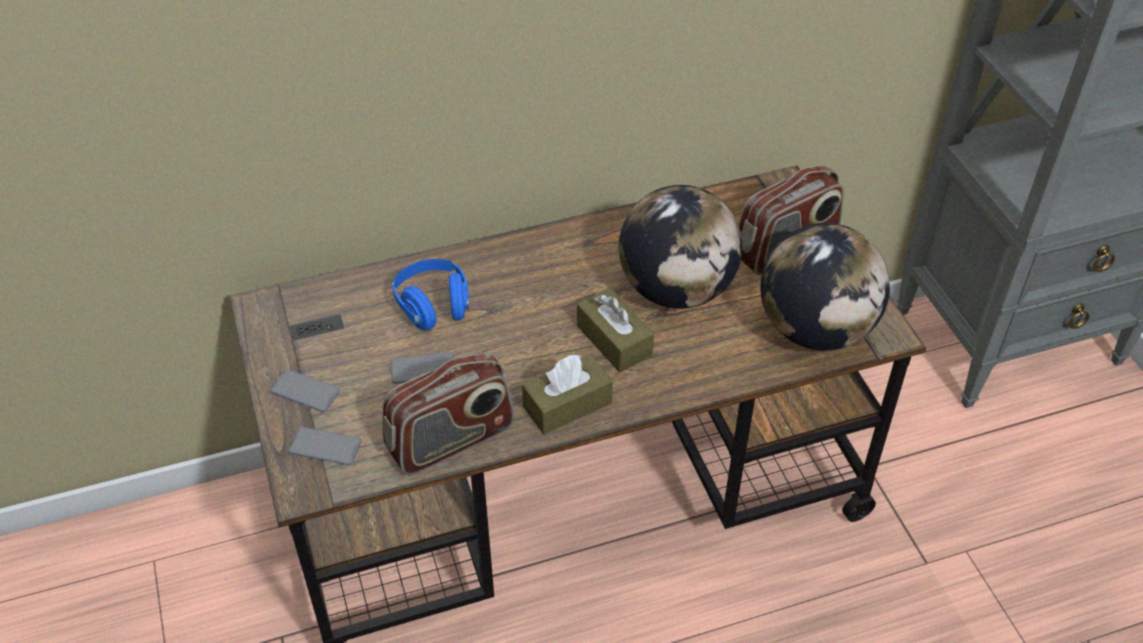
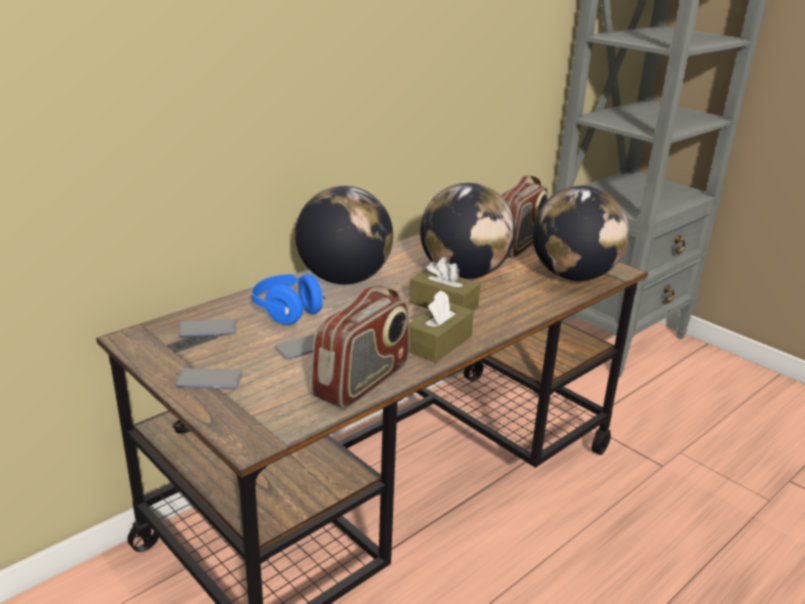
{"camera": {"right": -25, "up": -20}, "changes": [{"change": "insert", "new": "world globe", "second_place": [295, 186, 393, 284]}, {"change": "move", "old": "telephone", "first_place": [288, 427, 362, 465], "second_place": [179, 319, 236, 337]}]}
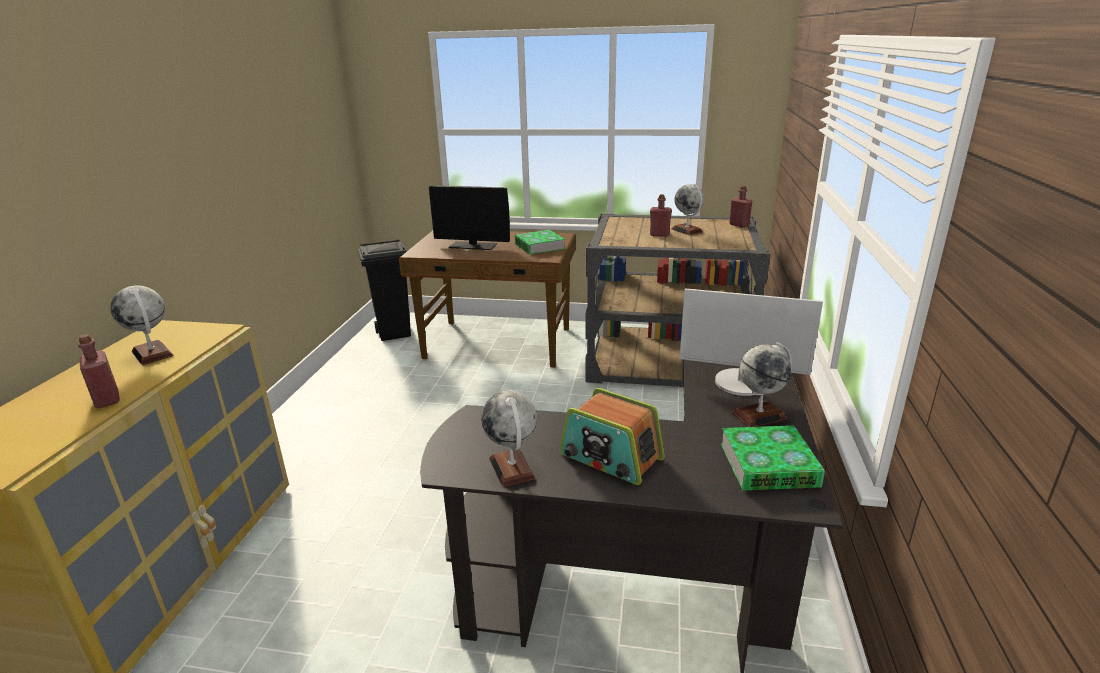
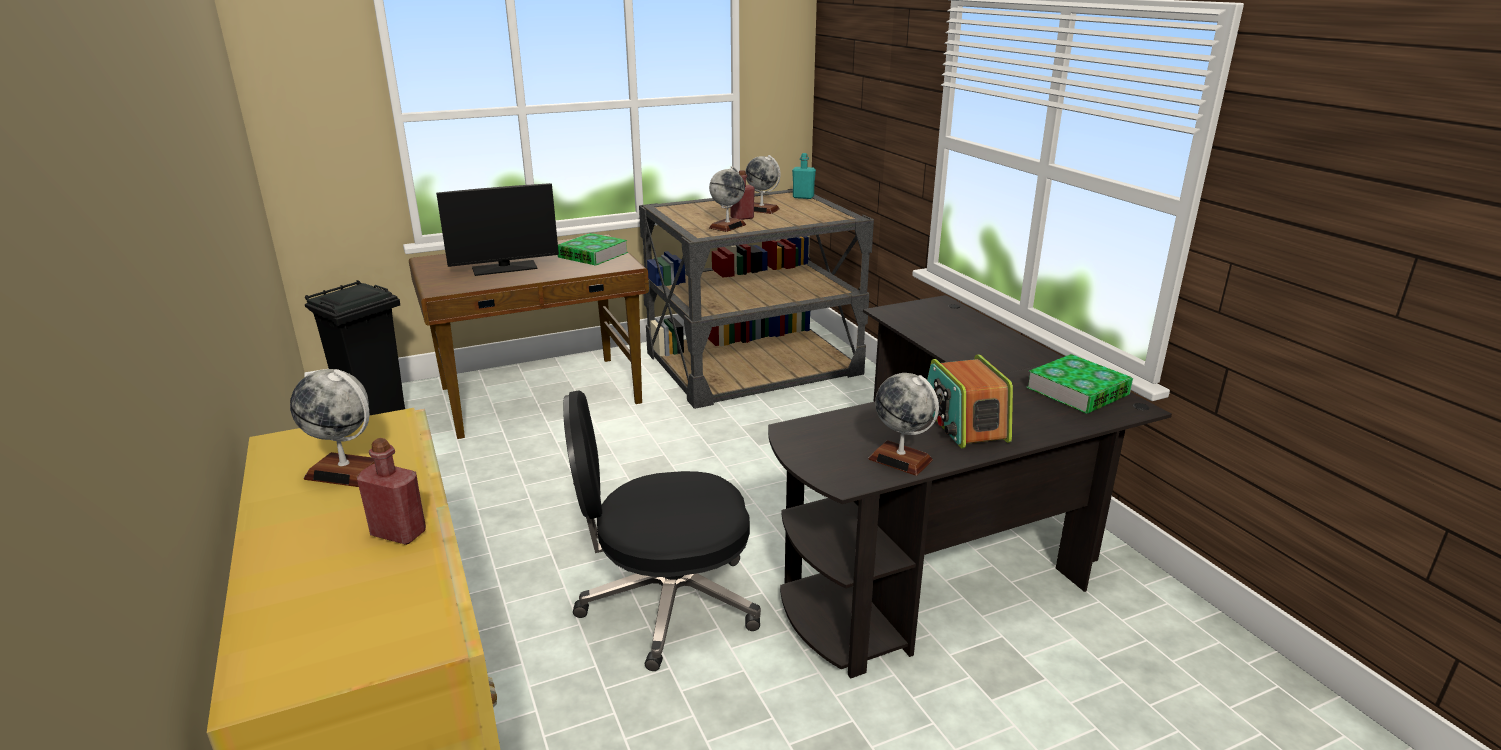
{"camera": {"right": -35, "up": 0}, "changes": [{"change": "delete", "old": "computer screen", "first_place": [680, 288, 823, 396]}, {"change": "insert", "new": "blackish desk chair", "second_place": [563, 390, 761, 671]}, {"change": "move", "old": "world globe", "first_place": [732, 342, 792, 427], "second_place": [709, 166, 746, 232]}, {"change": "recolor", "old": "red-coloured beverage bottle", "new": "turquoise beverage bottle", "first_place": [729, 186, 753, 227], "second_place": [792, 153, 816, 199]}, {"change": "rotate", "old": "radio set", "first_place": [559, 388, 665, 485], "second_place": [927, 355, 1013, 448], "degrees": 75}]}
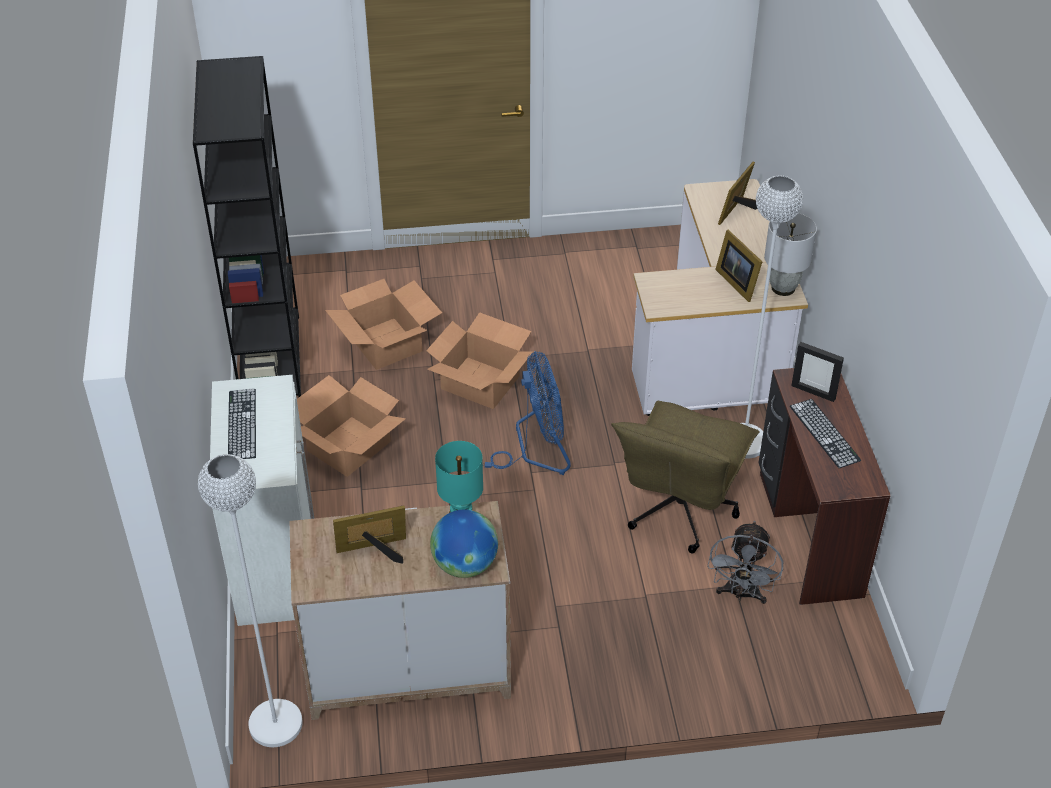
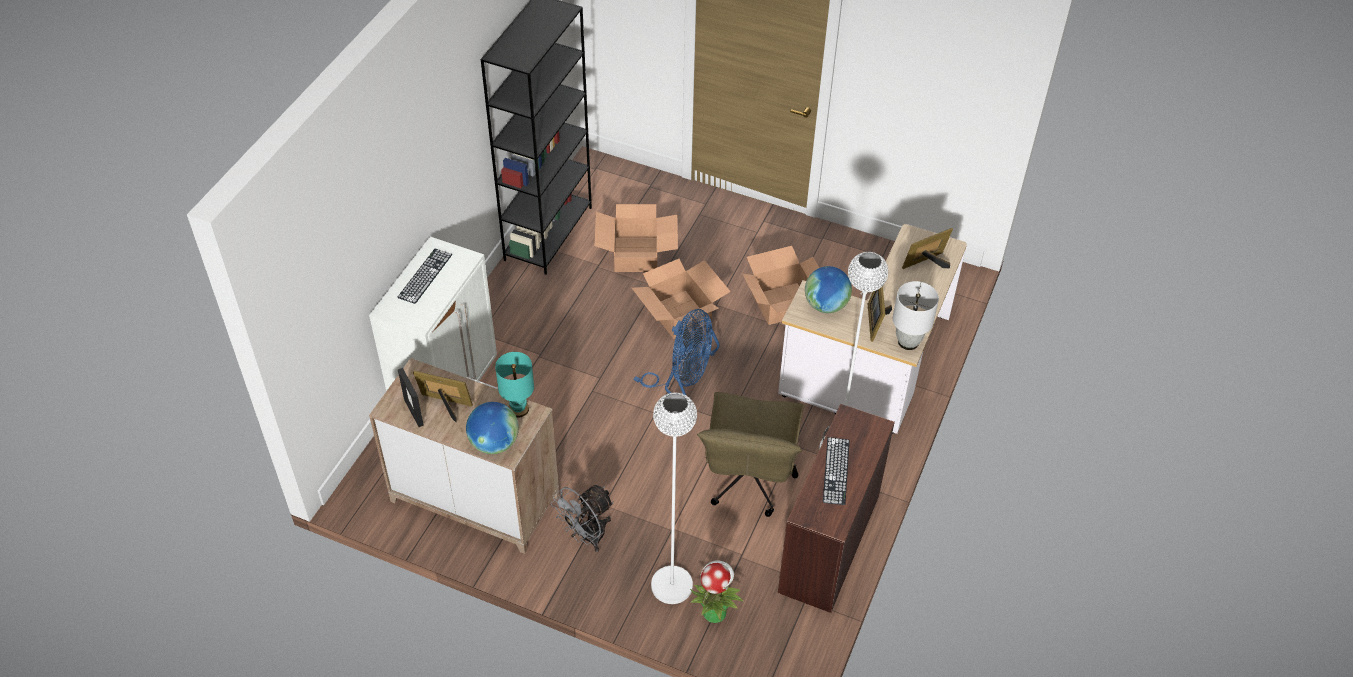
{"camera": {"right": 30, "up": 5}, "changes": [{"change": "insert", "new": "plant in a pot", "second_place": [690, 561, 743, 623]}, {"change": "insert", "new": "world globe", "second_place": [805, 266, 852, 313]}, {"change": "move", "old": "whitish standing lamp", "first_place": [198, 454, 303, 747], "second_place": [651, 393, 697, 604]}, {"change": "move", "old": "carton", "first_place": [297, 375, 406, 477], "second_place": [743, 246, 819, 325]}, {"change": "move", "old": "grey fan", "first_place": [707, 521, 783, 604], "second_place": [551, 485, 614, 552]}, {"change": "move", "old": "photo frame", "first_place": [791, 342, 844, 402], "second_place": [398, 368, 424, 427]}, {"change": "rotate", "old": "beige desk chair", "first_place": [611, 401, 760, 553], "second_place": [697, 392, 805, 517], "degrees": -45}]}
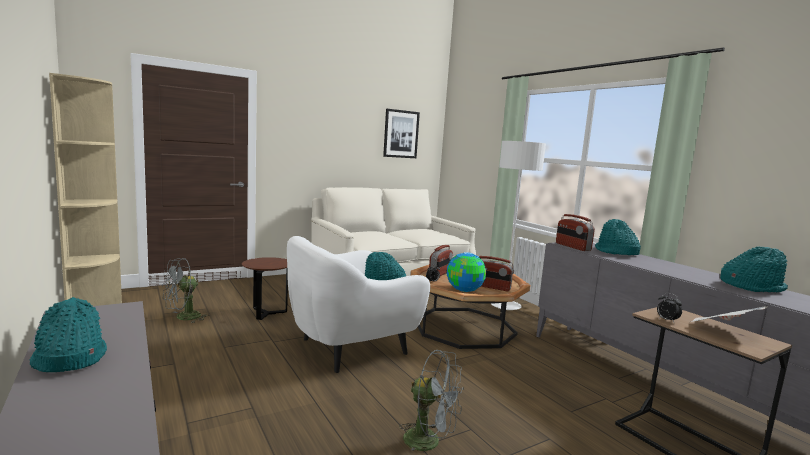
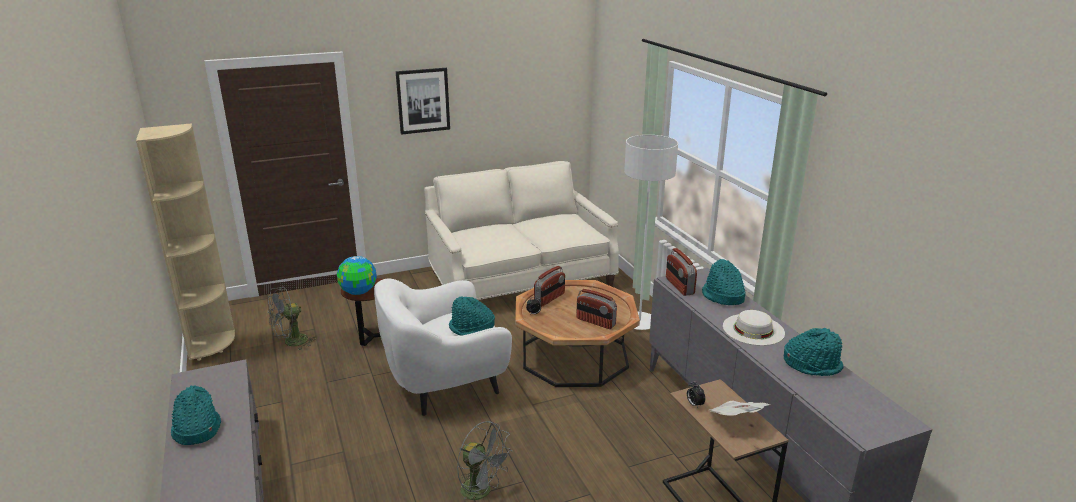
{"camera": {"right": 10, "up": 15}, "changes": [{"change": "insert", "new": "whitish hat", "second_place": [723, 310, 785, 346]}, {"change": "move", "old": "picture", "first_place": [383, 109, 420, 158], "second_place": [396, 68, 450, 135]}, {"change": "move", "old": "world globe", "first_place": [447, 252, 486, 292], "second_place": [337, 256, 377, 295]}]}
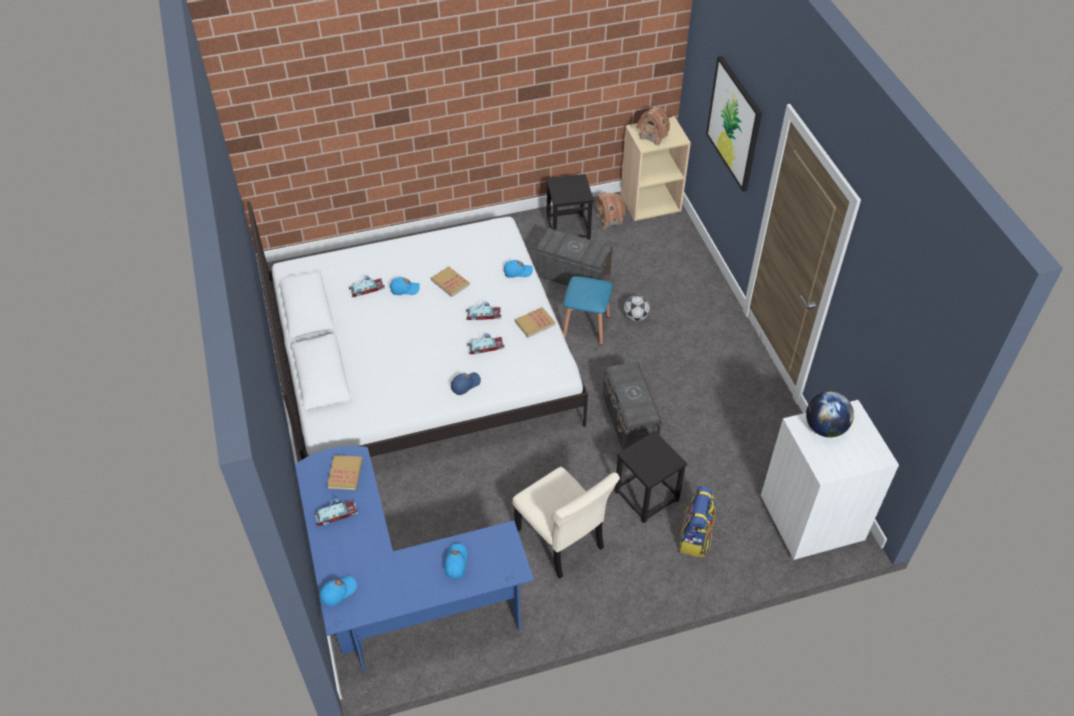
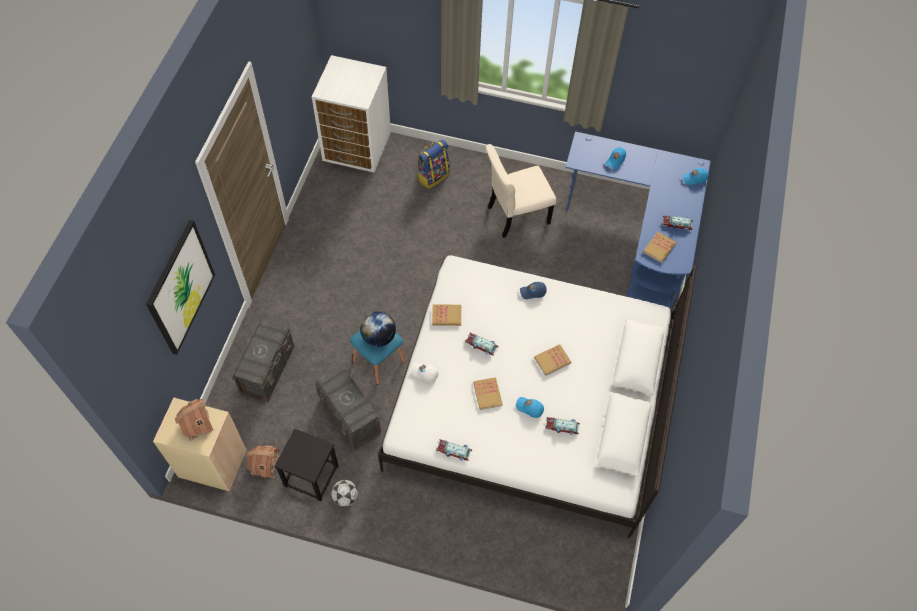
{"camera": {"right": -150, "up": 10}, "changes": [{"change": "delete", "old": "blackish stool", "first_place": [614, 431, 687, 523]}, {"change": "insert", "new": "book", "second_place": [534, 344, 571, 376]}, {"change": "move", "old": "model car", "first_place": [467, 333, 505, 355], "second_place": [436, 439, 472, 461]}, {"change": "move", "old": "grey storage container", "first_place": [603, 362, 663, 450], "second_place": [232, 320, 294, 402]}, {"change": "move", "old": "ball for football", "first_place": [624, 295, 650, 321], "second_place": [331, 480, 358, 507]}, {"change": "move", "old": "world globe", "first_place": [806, 391, 854, 437], "second_place": [361, 312, 396, 347]}, {"change": "recolor", "old": "blue-coloured peaked cap", "new": "whitish peaked cap", "first_place": [504, 260, 533, 278], "second_place": [411, 363, 438, 382]}, {"change": "rotate", "old": "beige upright chair", "first_place": [512, 467, 620, 579], "second_place": [486, 144, 556, 238], "degrees": -105}]}
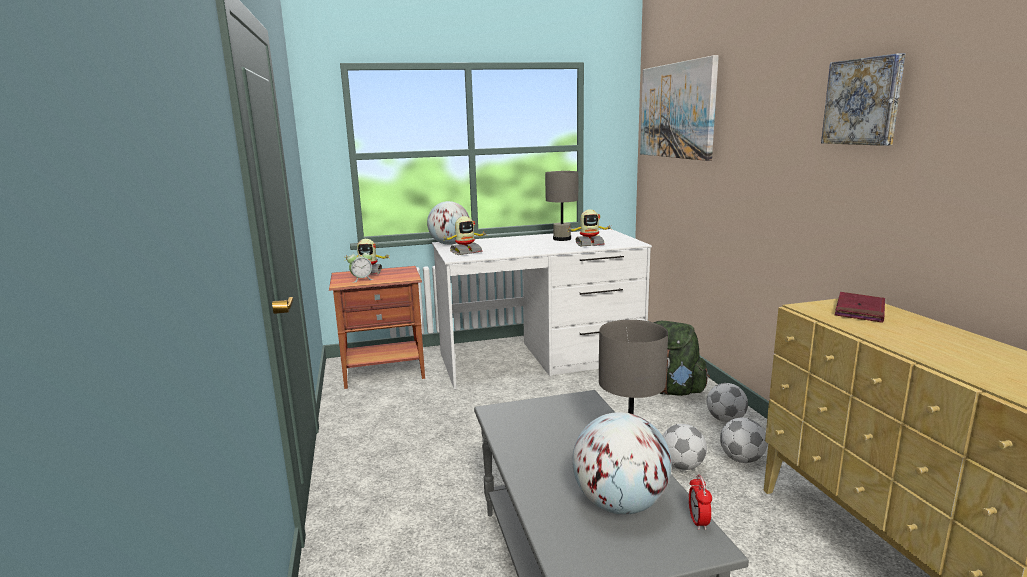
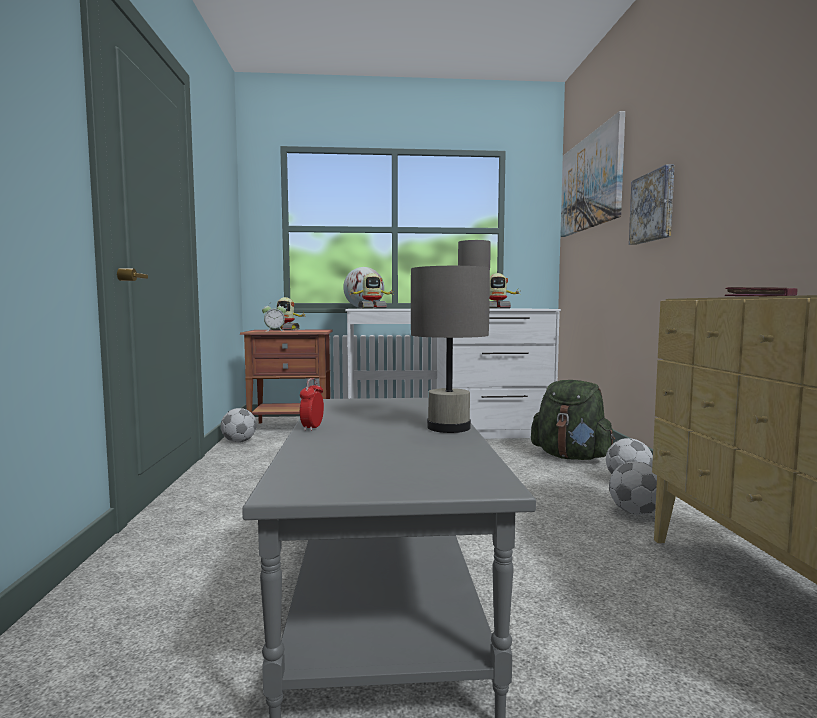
{"camera": {"right": 10, "up": -10}, "changes": [{"change": "delete", "old": "world globe", "first_place": [572, 412, 672, 515]}, {"change": "move", "old": "ball for football", "first_place": [663, 424, 707, 470], "second_place": [221, 408, 257, 443]}, {"change": "move", "old": "table clock", "first_place": [689, 475, 712, 530], "second_place": [300, 378, 324, 431]}, {"change": "move", "old": "picture", "first_place": [821, 54, 905, 146], "second_place": [629, 164, 674, 245]}]}
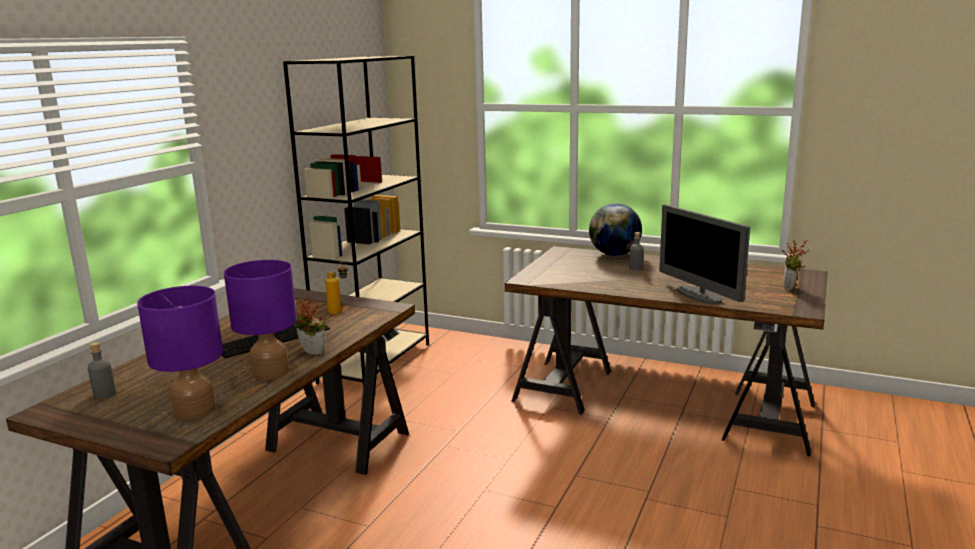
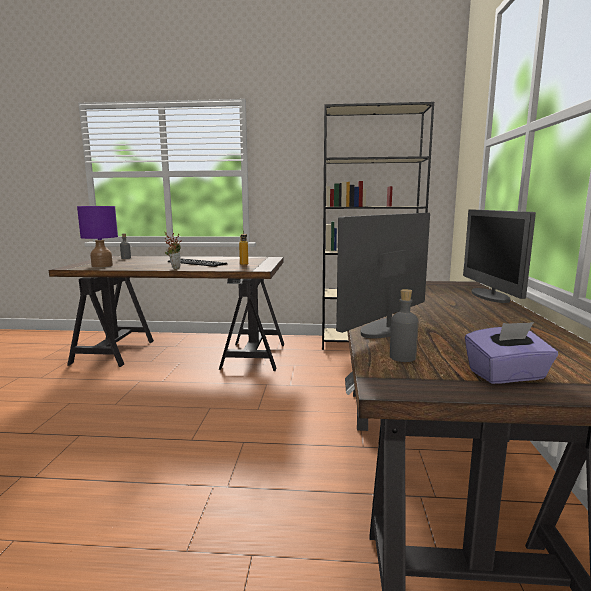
{"camera": {"right": 70, "up": -5}, "changes": [{"change": "delete", "old": "purple table lamp", "first_place": [224, 260, 297, 380]}, {"change": "move", "old": "grey beverage bottle", "first_place": [629, 232, 644, 270], "second_place": [390, 289, 418, 362]}, {"change": "replace", "old": "world globe", "new": "computer screen", "first_place": [589, 203, 642, 256], "second_place": [463, 210, 536, 303]}, {"change": "replace", "old": "plant in a pot", "new": "purple box of tissues", "first_place": [782, 240, 808, 290], "second_place": [465, 322, 558, 384]}]}
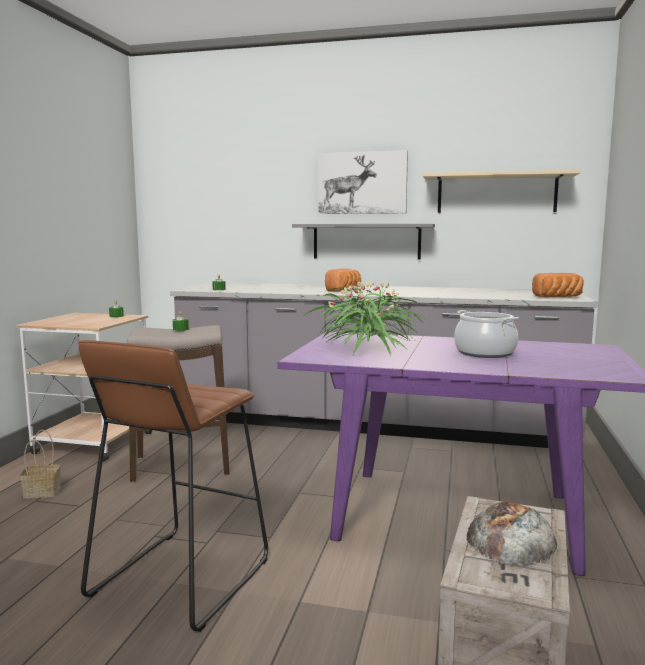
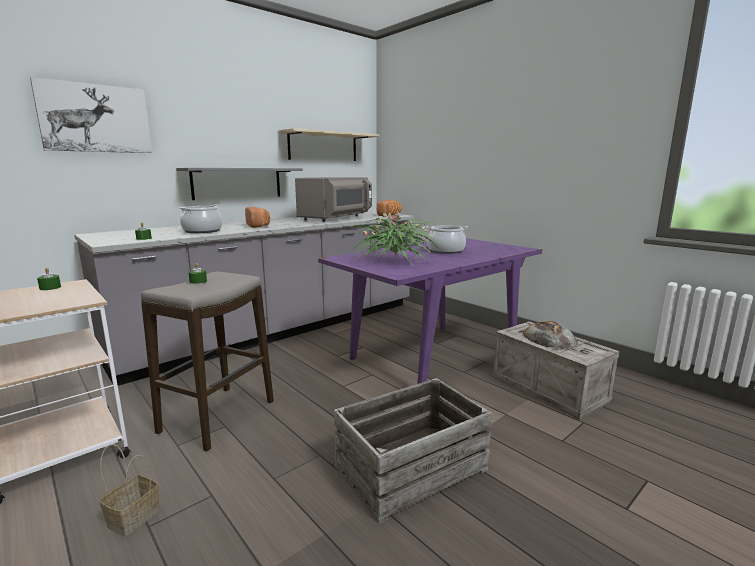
{"camera": {"right": -55, "up": 5}, "changes": [{"change": "insert", "new": "stockpot", "second_place": [179, 205, 222, 233]}, {"change": "insert", "new": "grey microwave oven", "second_place": [295, 177, 372, 222]}, {"change": "move", "old": "picture", "first_place": [318, 150, 408, 214], "second_place": [30, 77, 152, 153]}, {"change": "replace", "old": "brown-coloured stool", "new": "packing crate", "first_place": [78, 340, 268, 632], "second_place": [334, 378, 492, 524]}]}
